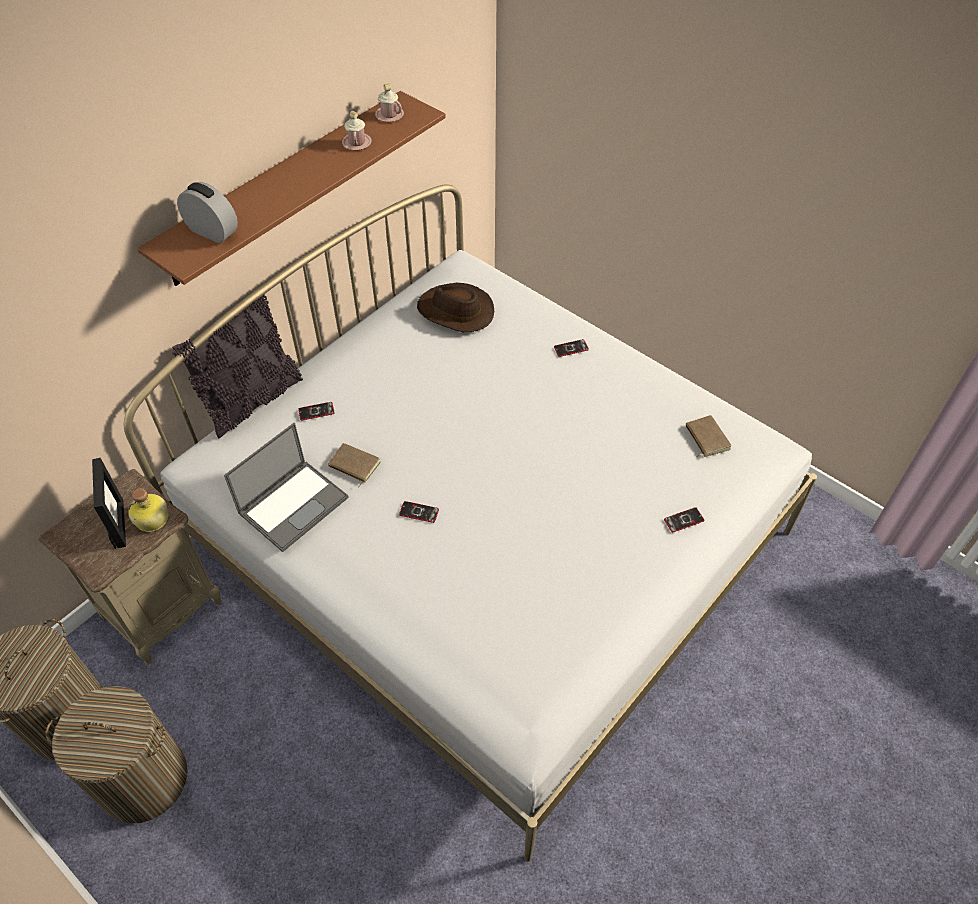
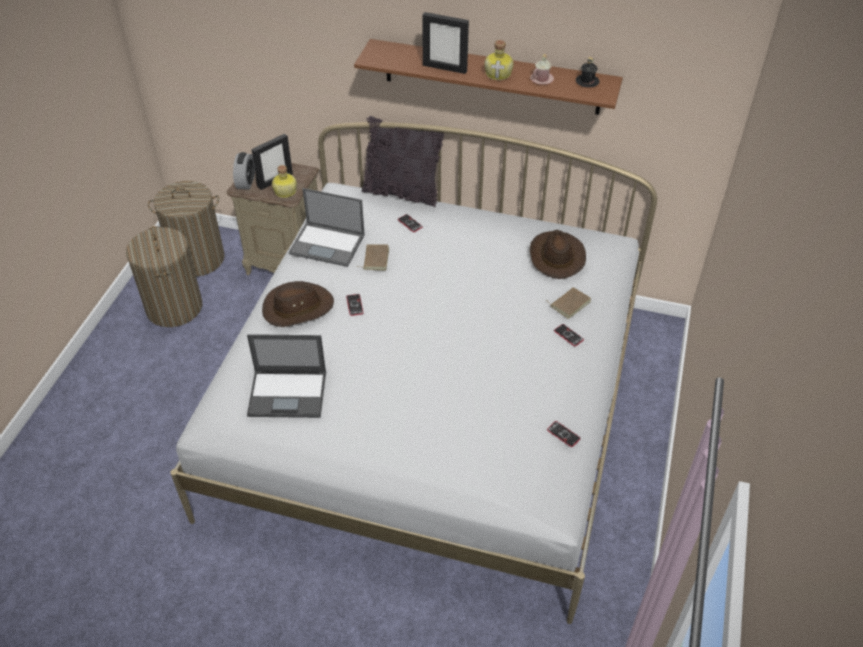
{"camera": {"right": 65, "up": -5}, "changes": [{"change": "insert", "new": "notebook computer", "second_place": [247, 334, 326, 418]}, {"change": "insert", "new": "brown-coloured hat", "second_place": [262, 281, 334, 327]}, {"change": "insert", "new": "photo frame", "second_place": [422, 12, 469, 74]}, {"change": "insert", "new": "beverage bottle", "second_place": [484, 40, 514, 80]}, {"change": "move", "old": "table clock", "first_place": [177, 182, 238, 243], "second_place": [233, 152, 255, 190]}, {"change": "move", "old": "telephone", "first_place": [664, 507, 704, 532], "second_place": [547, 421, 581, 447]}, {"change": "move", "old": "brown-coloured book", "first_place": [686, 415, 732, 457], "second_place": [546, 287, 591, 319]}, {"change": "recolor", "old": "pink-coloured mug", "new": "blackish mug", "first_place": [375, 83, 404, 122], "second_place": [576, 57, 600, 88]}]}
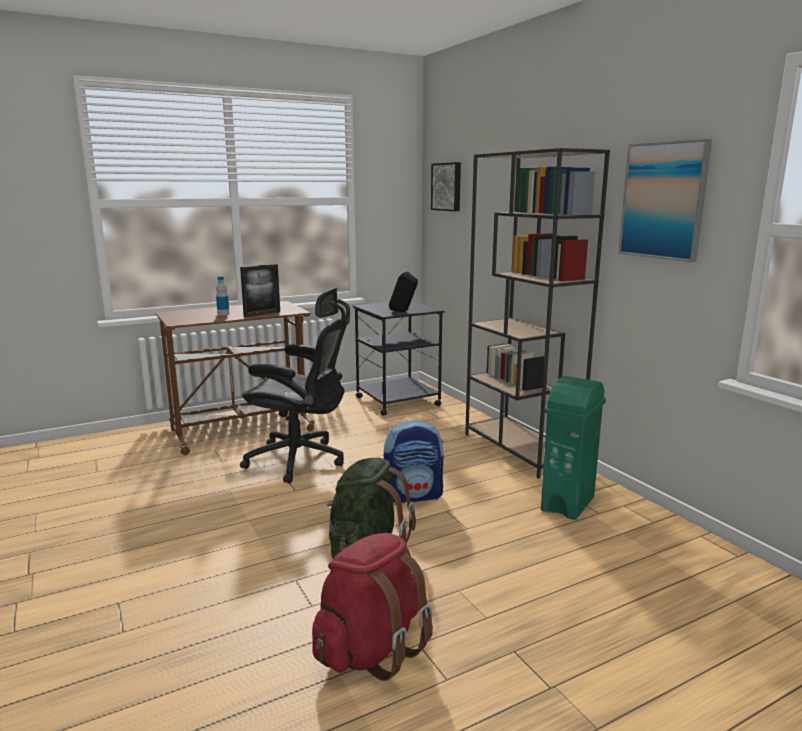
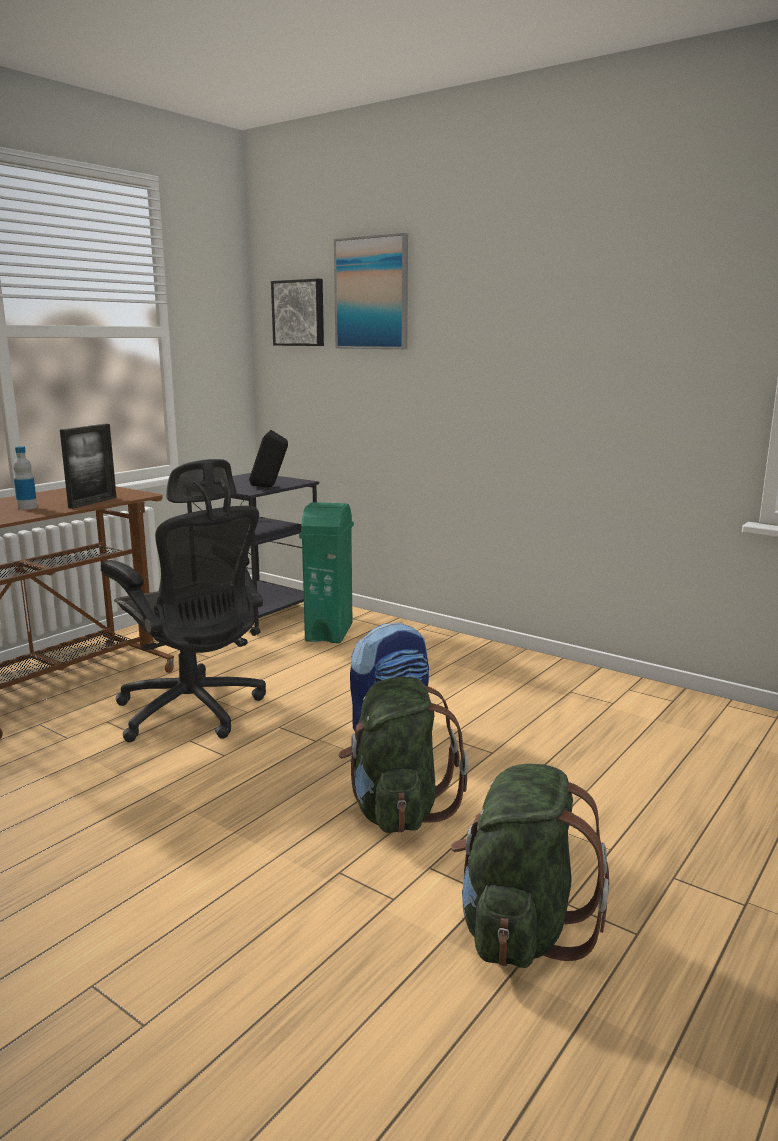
{"camera": {"right": -25, "up": 0}, "changes": [{"change": "delete", "old": "bookshelf", "first_place": [465, 148, 610, 479]}, {"change": "move", "old": "green rubbish bin", "first_place": [541, 376, 606, 520], "second_place": [299, 502, 354, 643]}, {"change": "move", "old": "picture", "first_place": [618, 139, 712, 262], "second_place": [334, 233, 408, 349]}, {"change": "recolor", "old": "red-coloured rucksack", "new": "green rucksack", "first_place": [312, 533, 433, 681], "second_place": [451, 764, 609, 968]}, {"change": "rotate", "old": "desk chair", "first_place": [240, 287, 350, 484], "second_place": [101, 459, 266, 742], "degrees": 60}]}
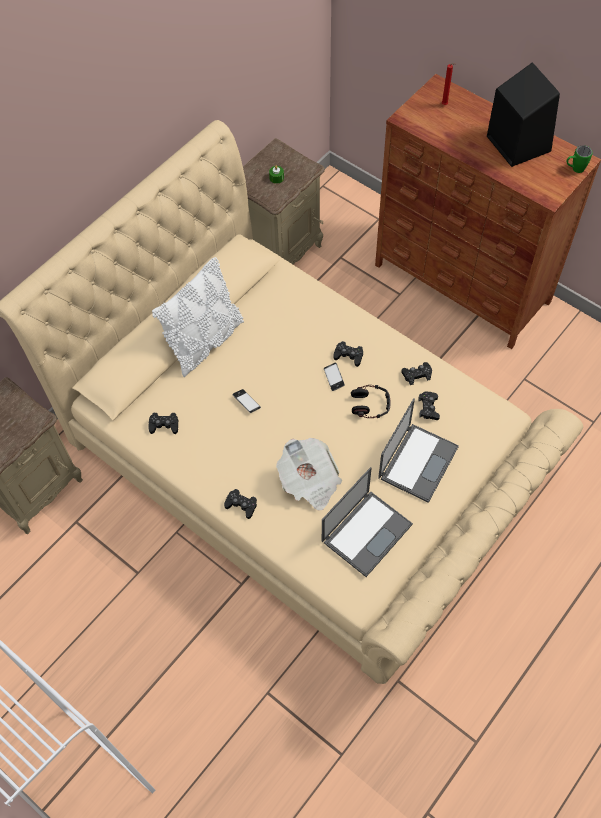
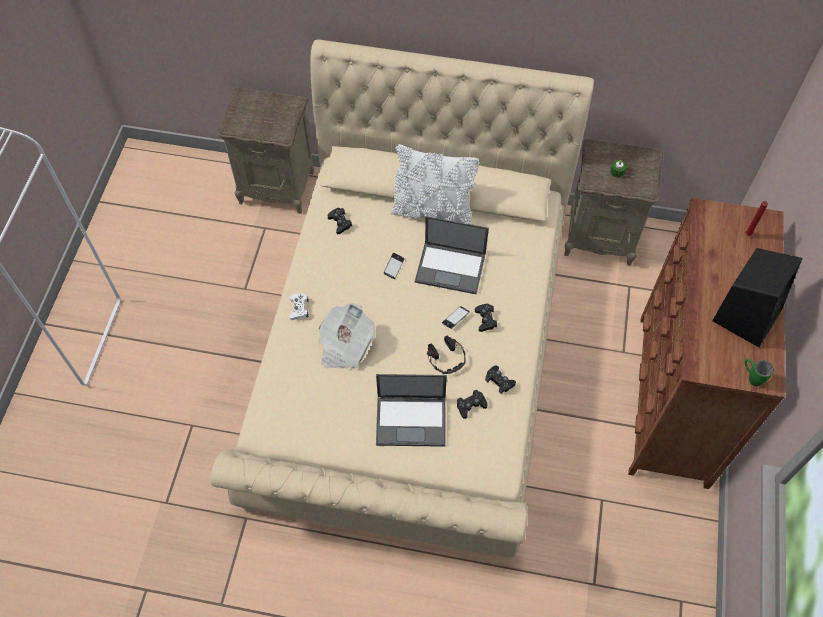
{"camera": {"right": 60, "up": 0}, "changes": [{"change": "move", "old": "notebook computer", "first_place": [322, 467, 413, 577], "second_place": [415, 216, 489, 294]}, {"change": "recolor", "old": "blackish game controller", "new": "whitish game controller", "first_place": [224, 489, 257, 519], "second_place": [289, 293, 308, 320]}]}
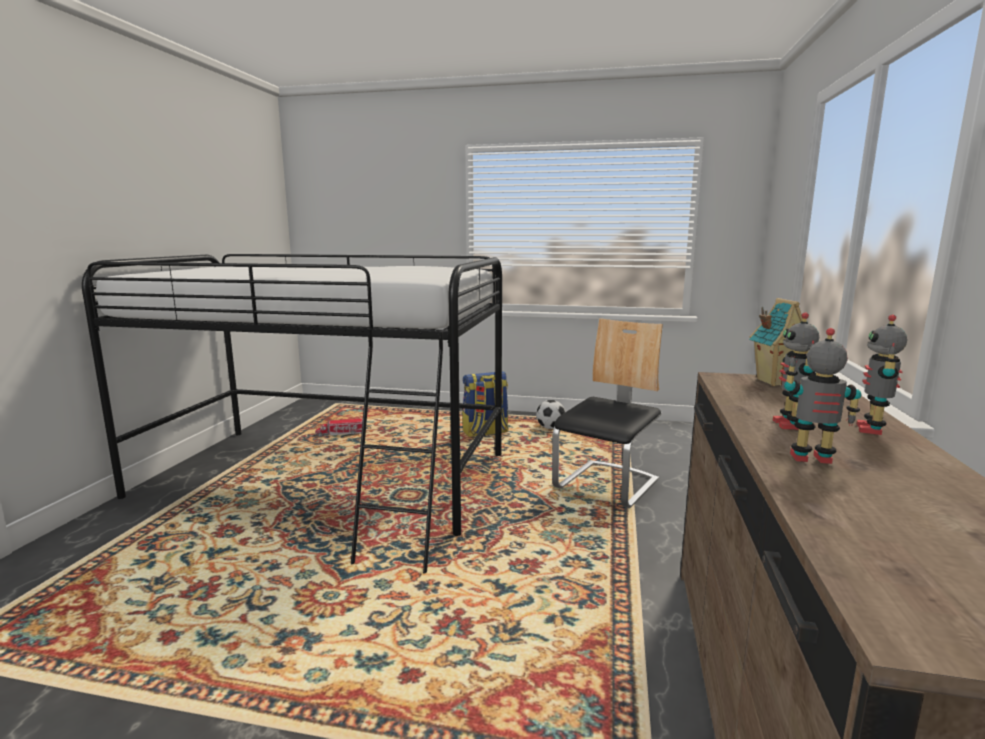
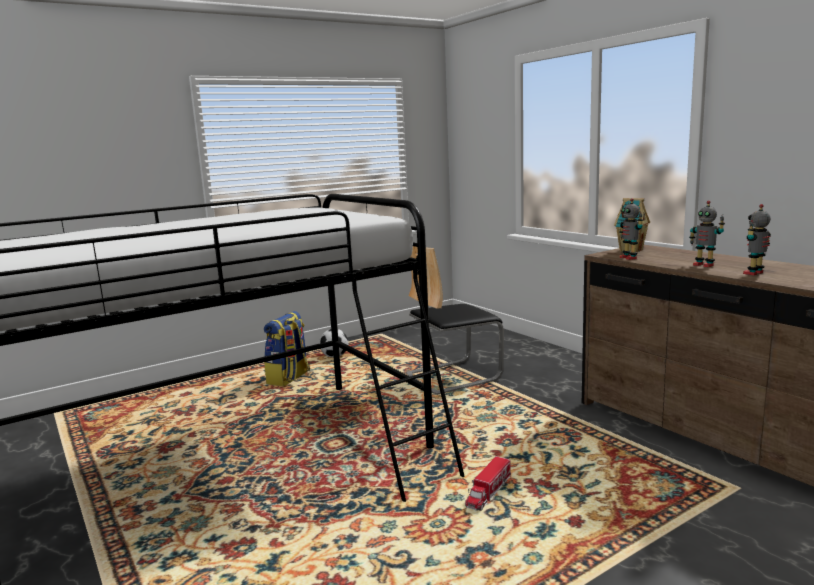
{"camera": {"right": -45, "up": 0}, "changes": [{"change": "move", "old": "toy truck", "first_place": [315, 419, 363, 437], "second_place": [465, 456, 511, 511]}, {"change": "move", "old": "robot figure", "first_place": [856, 315, 907, 435], "second_place": [619, 198, 644, 260]}, {"change": "rotate", "old": "upright chair", "first_place": [552, 318, 663, 508], "second_place": [406, 246, 504, 395], "degrees": -105}]}
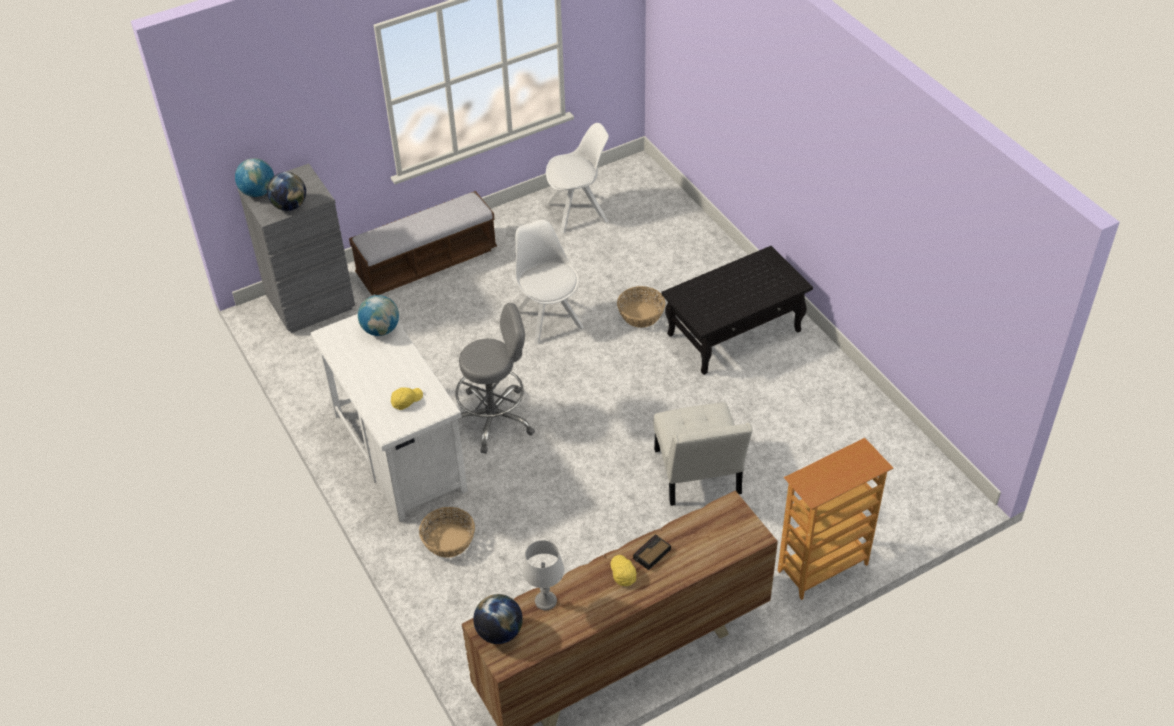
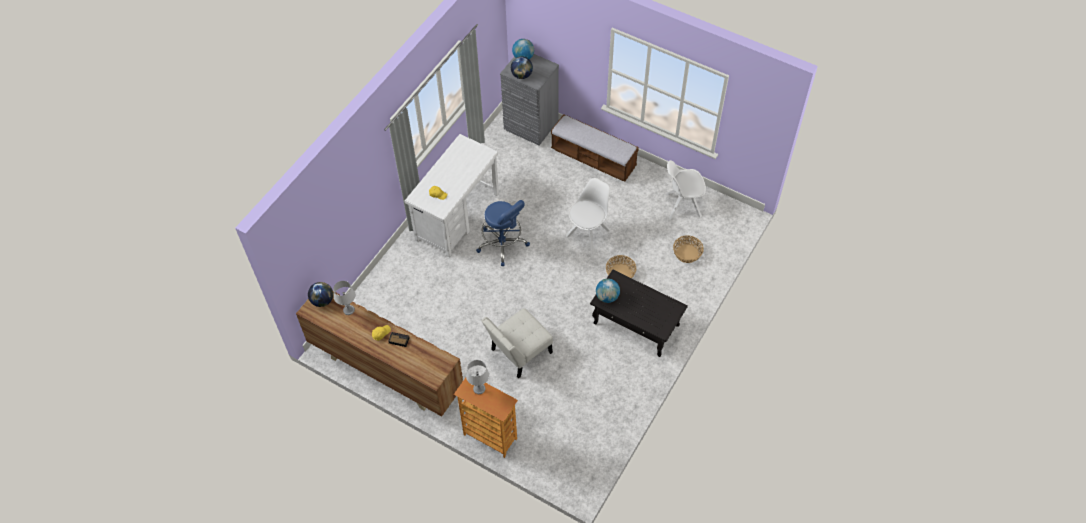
{"camera": {"right": 60, "up": 10}, "changes": [{"change": "insert", "new": "grey table lamp", "second_place": [466, 360, 489, 394]}, {"change": "move", "old": "world globe", "first_place": [358, 295, 399, 336], "second_place": [596, 279, 620, 303]}, {"change": "move", "old": "household basket", "first_place": [419, 507, 475, 558], "second_place": [673, 235, 704, 263]}, {"change": "recolor", "old": "grey stool", "new": "blue-coloured stool", "first_place": [455, 303, 535, 454], "second_place": [476, 200, 530, 266]}, {"change": "rotate", "old": "whitish upright chair", "first_place": [546, 123, 609, 233], "second_place": [666, 160, 706, 219], "degrees": 135}]}
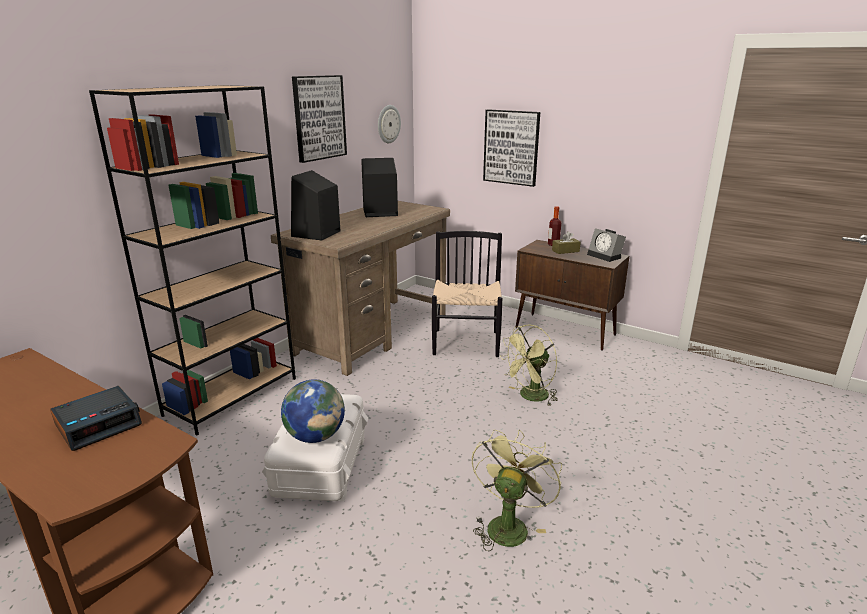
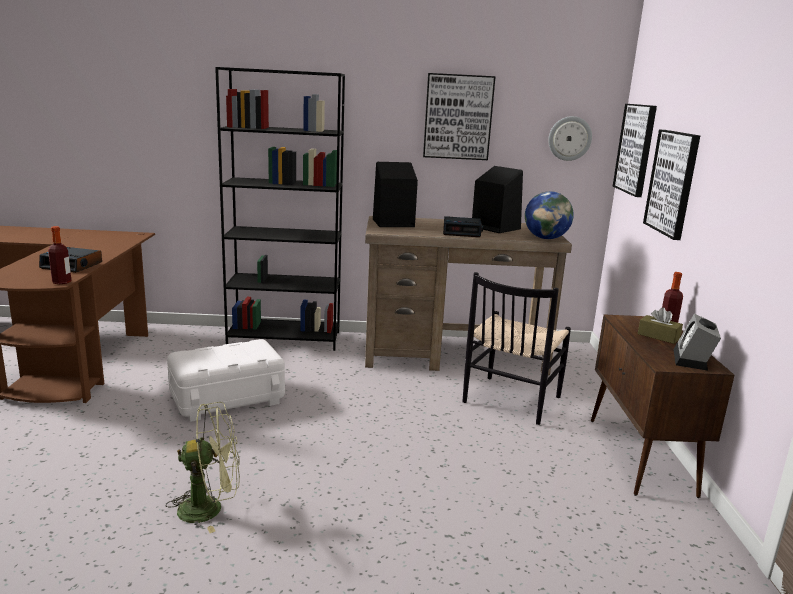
{"camera": {"right": 55, "up": -5}, "changes": [{"change": "delete", "old": "green fan", "first_place": [500, 325, 558, 406]}, {"change": "insert", "new": "beverage bottle", "second_place": [48, 226, 72, 284]}, {"change": "insert", "new": "table clock", "second_place": [443, 216, 483, 237]}, {"change": "insert", "new": "picture", "second_place": [613, 104, 657, 197]}, {"change": "move", "old": "world globe", "first_place": [281, 379, 345, 443], "second_place": [525, 191, 574, 239]}, {"change": "recolor", "old": "beige bookshelf", "new": "blackish bookshelf", "first_place": [89, 85, 296, 435], "second_place": [215, 67, 345, 351]}, {"change": "rotate", "old": "blackish upright chair", "first_place": [432, 231, 502, 357], "second_place": [463, 272, 571, 425], "degrees": 150}]}
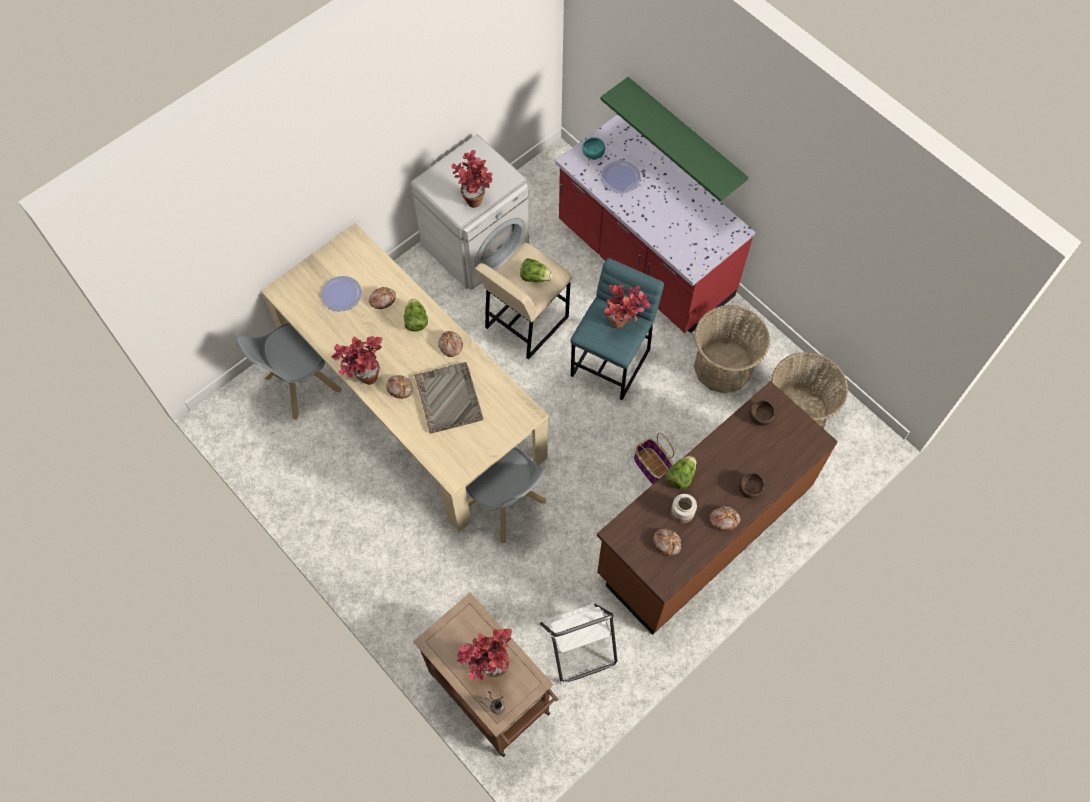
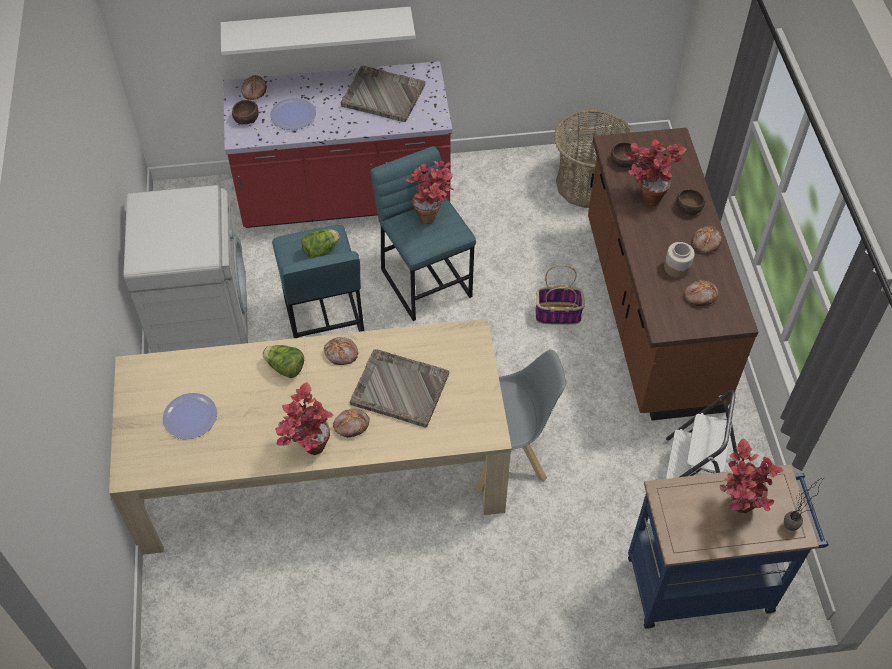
{"camera": {"right": -55, "up": -10}, "changes": [{"change": "delete", "old": "grey upright chair", "first_place": [236, 323, 342, 419]}, {"change": "delete", "old": "head of lettuce", "first_place": [666, 456, 697, 490]}, {"change": "delete", "old": "household basket", "first_place": [694, 305, 770, 393]}, {"change": "insert", "new": "grey carrying tray", "second_place": [341, 66, 425, 122]}, {"change": "move", "old": "bakery bread", "first_place": [369, 287, 396, 309], "second_place": [241, 75, 267, 100]}, {"change": "move", "old": "plant in a pot", "first_place": [452, 150, 493, 208], "second_place": [624, 139, 687, 206]}, {"change": "recolor", "old": "brown-coloured cart", "new": "blue-coloured cart", "first_place": [413, 592, 559, 757], "second_place": [628, 465, 829, 629]}, {"change": "recolor", "old": "beige stool", "new": "blue-coloured stool", "first_place": [475, 243, 572, 360], "second_place": [272, 225, 364, 338]}, {"change": "recolor", "old": "turquoise serving bowl", "new": "brown-coloured serving bowl", "first_place": [582, 137, 605, 160], "second_place": [232, 100, 259, 125]}, {"change": "recolor", "old": "green wall shelf", "new": "whitish wall shelf", "first_place": [600, 77, 748, 202], "second_place": [221, 7, 415, 55]}]}
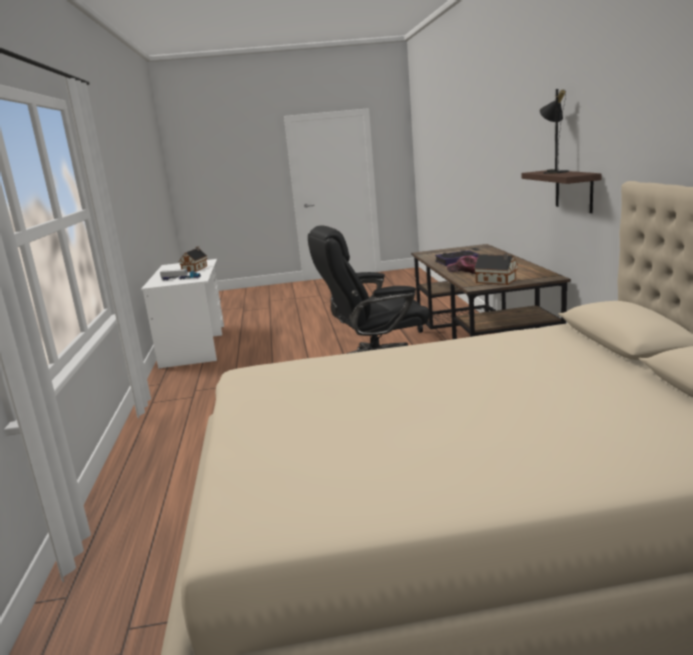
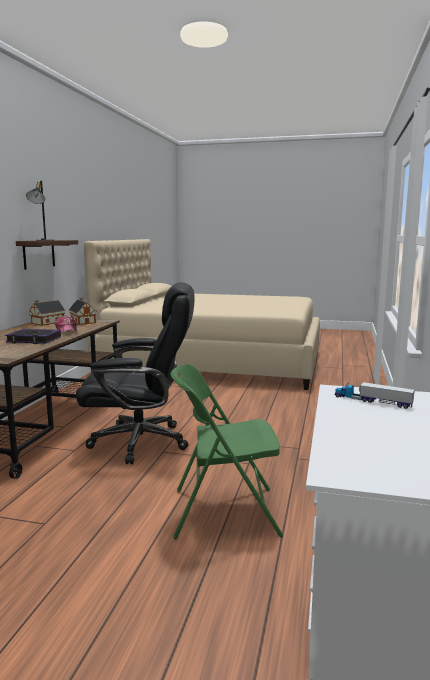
{"camera": {"right": -160, "up": -5}, "changes": [{"change": "insert", "new": "green upright chair", "second_place": [171, 364, 283, 540]}, {"change": "move", "old": "model house", "first_place": [179, 246, 207, 272], "second_place": [29, 300, 65, 326]}]}
